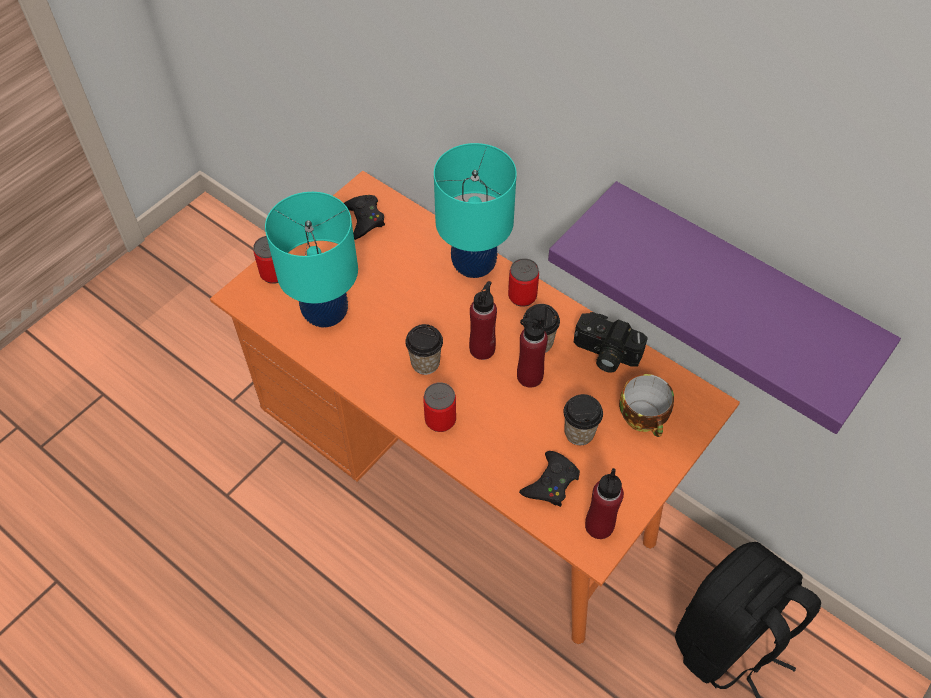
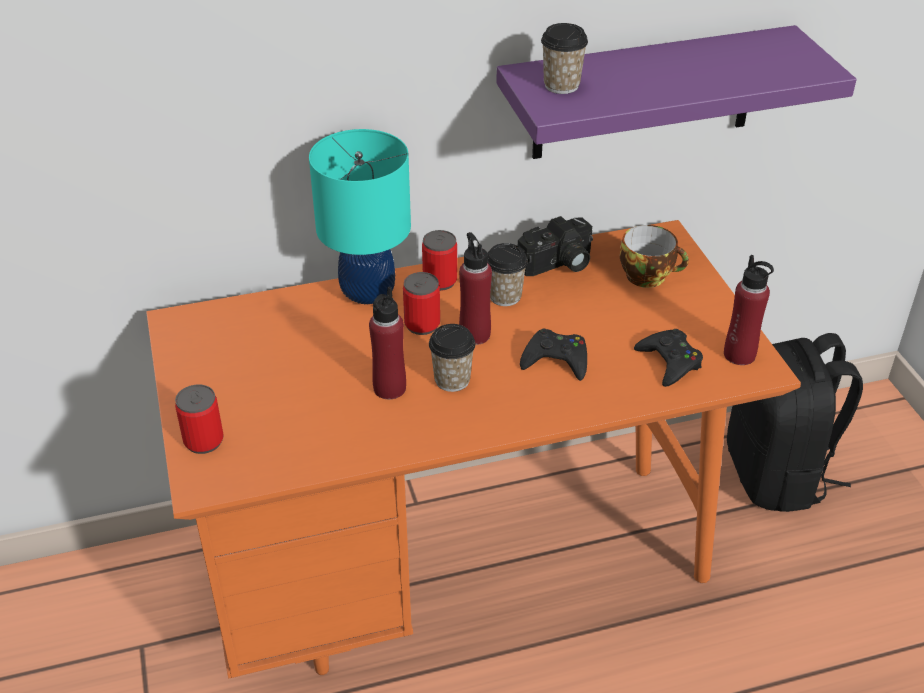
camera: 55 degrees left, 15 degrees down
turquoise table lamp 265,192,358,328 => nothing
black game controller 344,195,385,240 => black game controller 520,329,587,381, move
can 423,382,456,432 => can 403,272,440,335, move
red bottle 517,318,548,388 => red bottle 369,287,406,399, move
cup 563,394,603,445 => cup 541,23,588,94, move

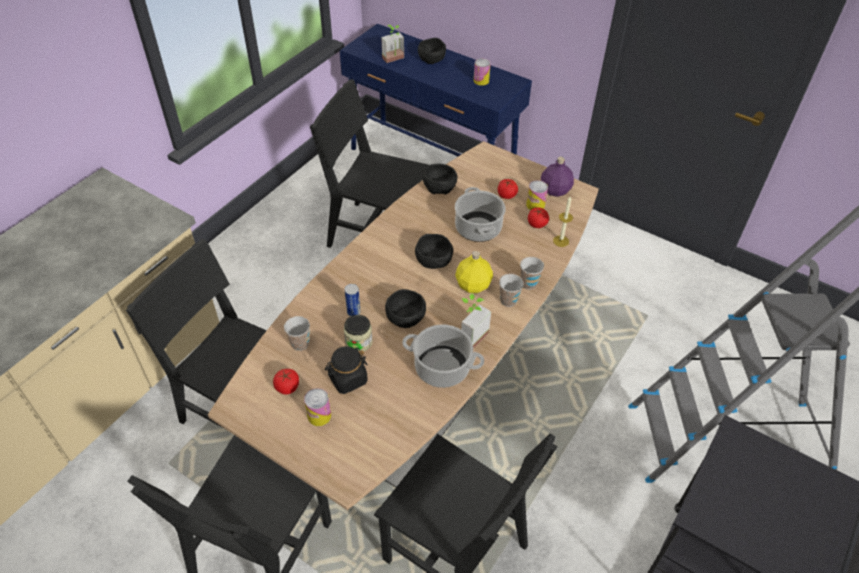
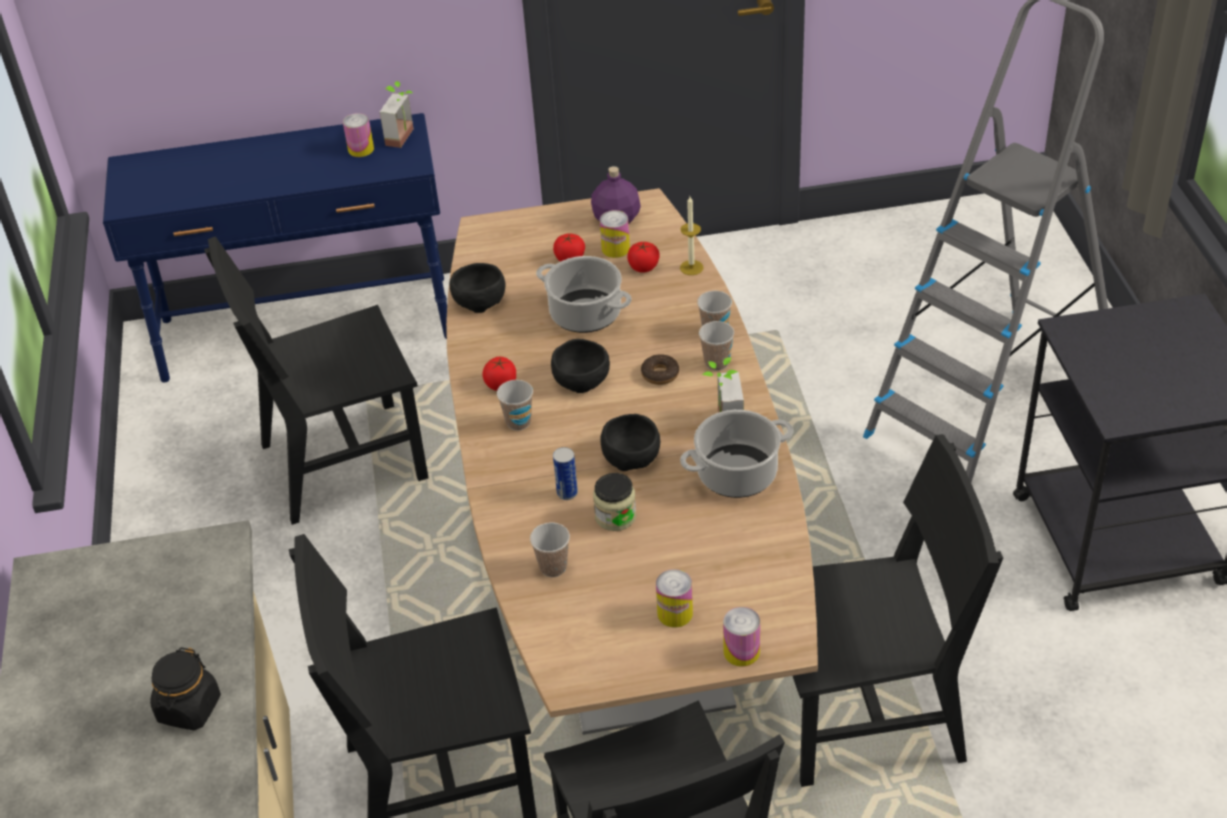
camera: 40 degrees left, 5 degrees down
black bowl 418,38,446,64 => nothing
nothing => cup 497,380,533,431
nothing => can 723,607,760,667
tomato 273,369,299,394 => tomato 482,356,516,391, move
black jar 325,346,368,394 => black jar 150,647,221,730, move
potted plant 381,25,404,63 => potted plant 380,81,414,148, move
yellow bottle 455,251,493,293 => donut 641,354,679,385

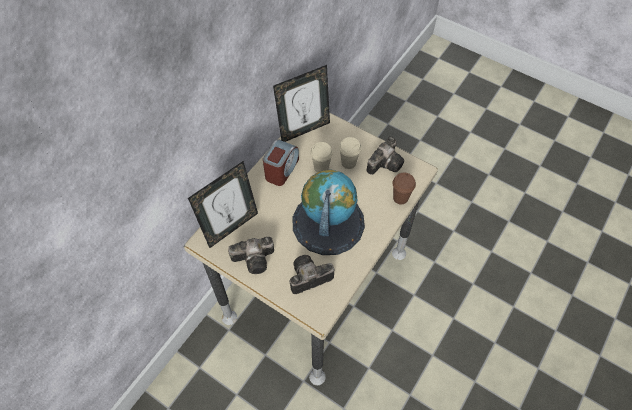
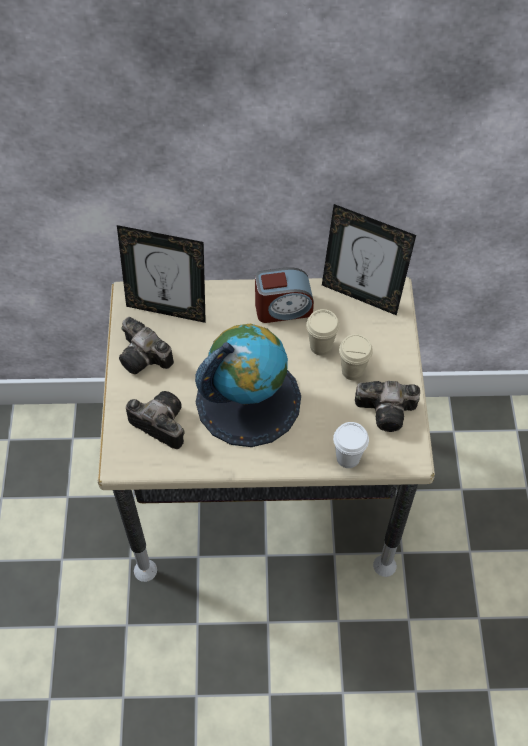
camera: 55 degrees right, 0 degrees up
brown cup 393,173,416,205 => white cup 333,422,369,468

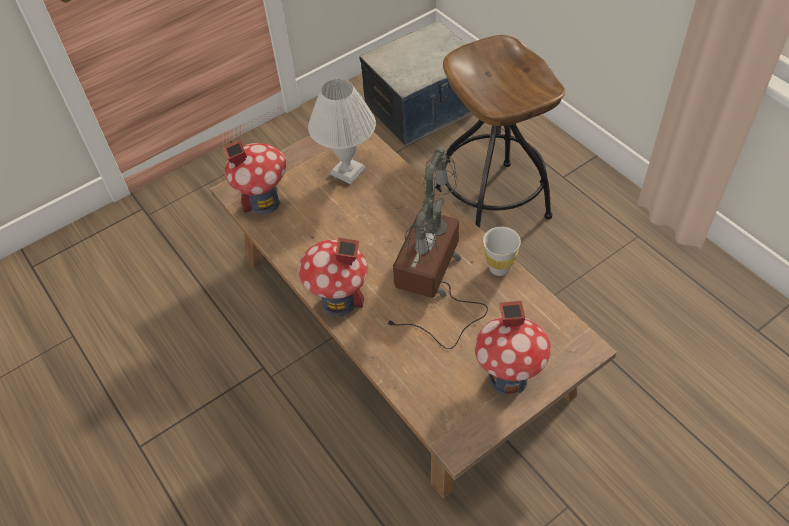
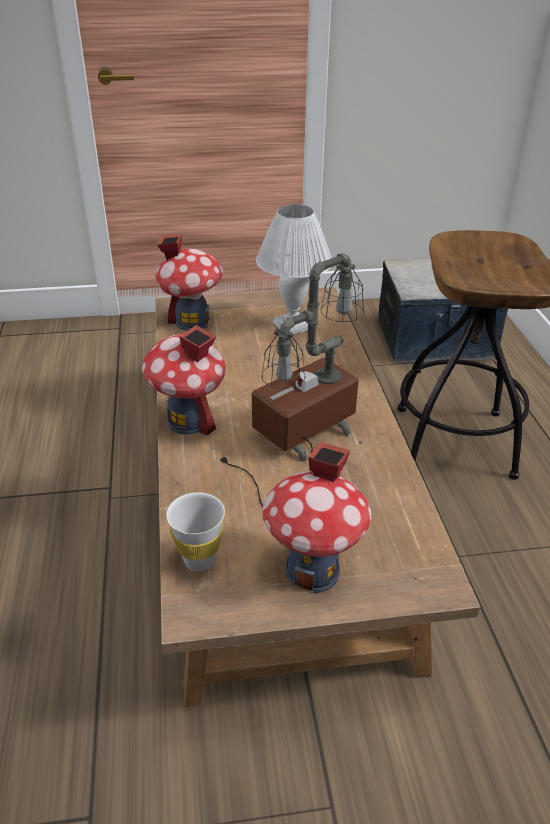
camera: 25 degrees right, 15 degrees down
white cup 483,227,521,276 => white cup 166,492,225,572, move

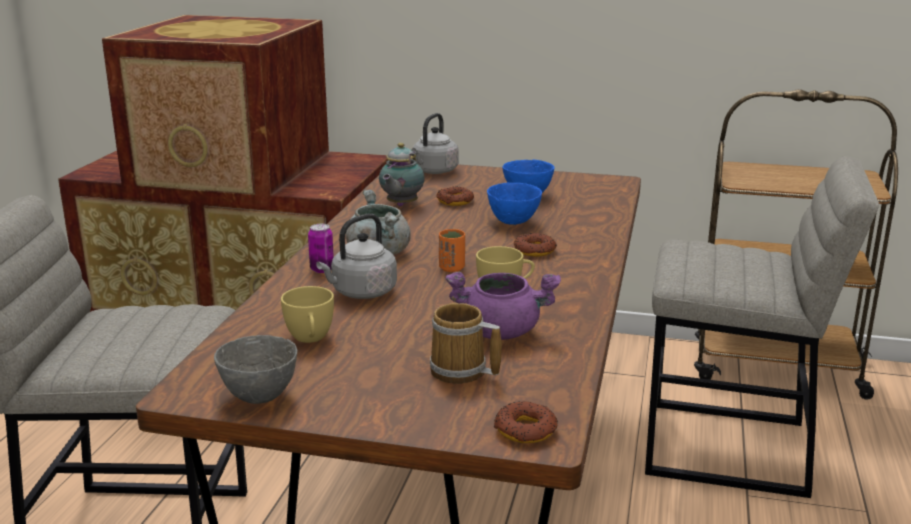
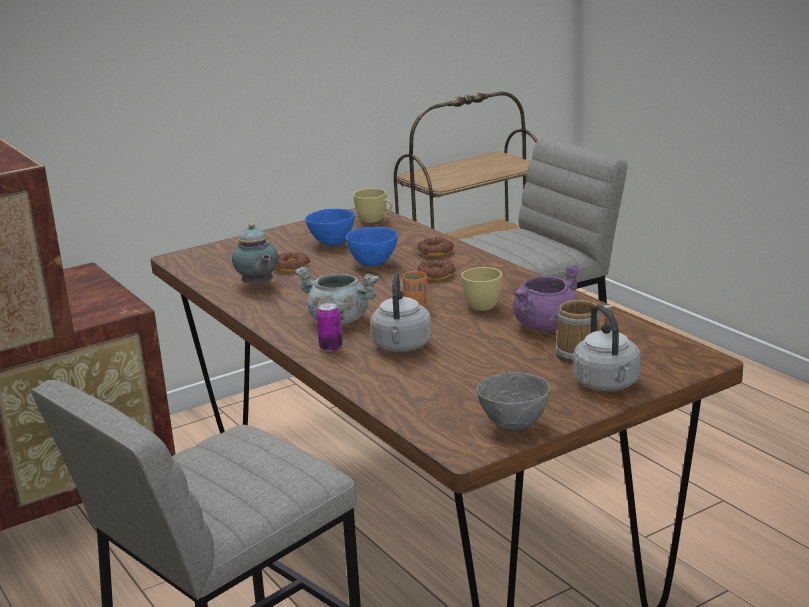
camera: 45 degrees left, 0 degrees up
yellow cup 281,286,334,343 => yellow cup 353,188,392,223, move
grey kettle 412,113,459,174 => grey kettle 573,304,641,392, move
donut 494,401,558,443 => donut 417,237,454,256, move

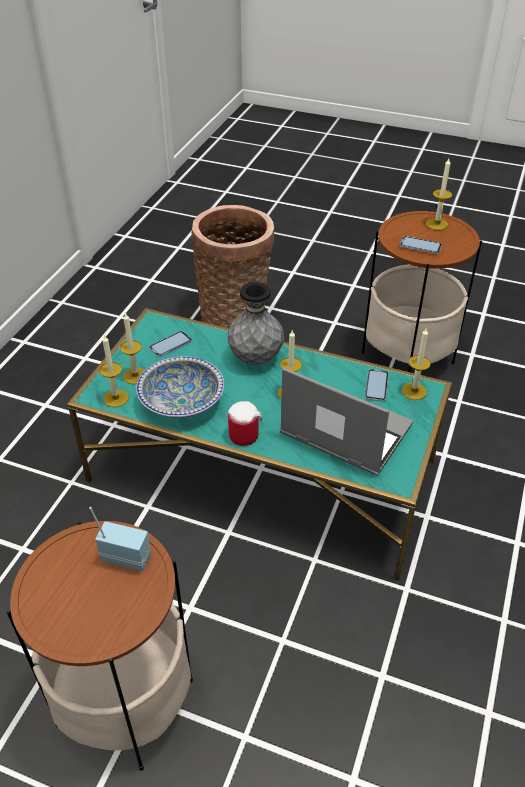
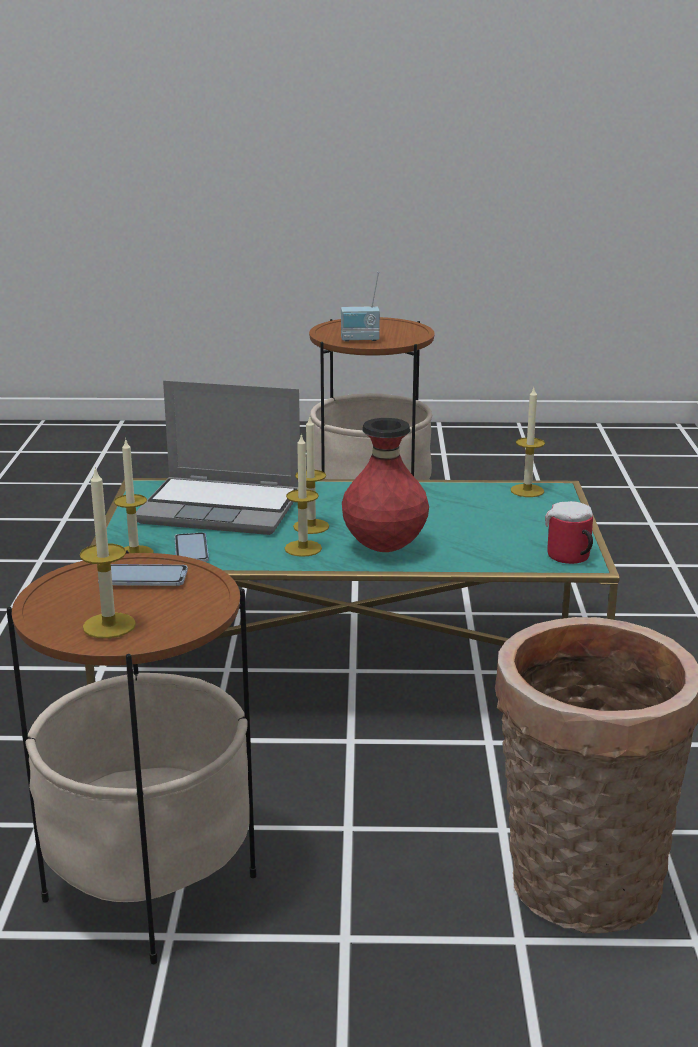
camera: 160 degrees right, 20 degrees down
bowl 136,356,224,418 => nothing
phone 149,331,192,357 => nothing
candle 120,312,145,384 => candle 285,433,322,557, move
mug 228,401,262,446 => mug 545,501,593,564, move
grey vase 228,282,284,365 => red vase 342,418,429,552

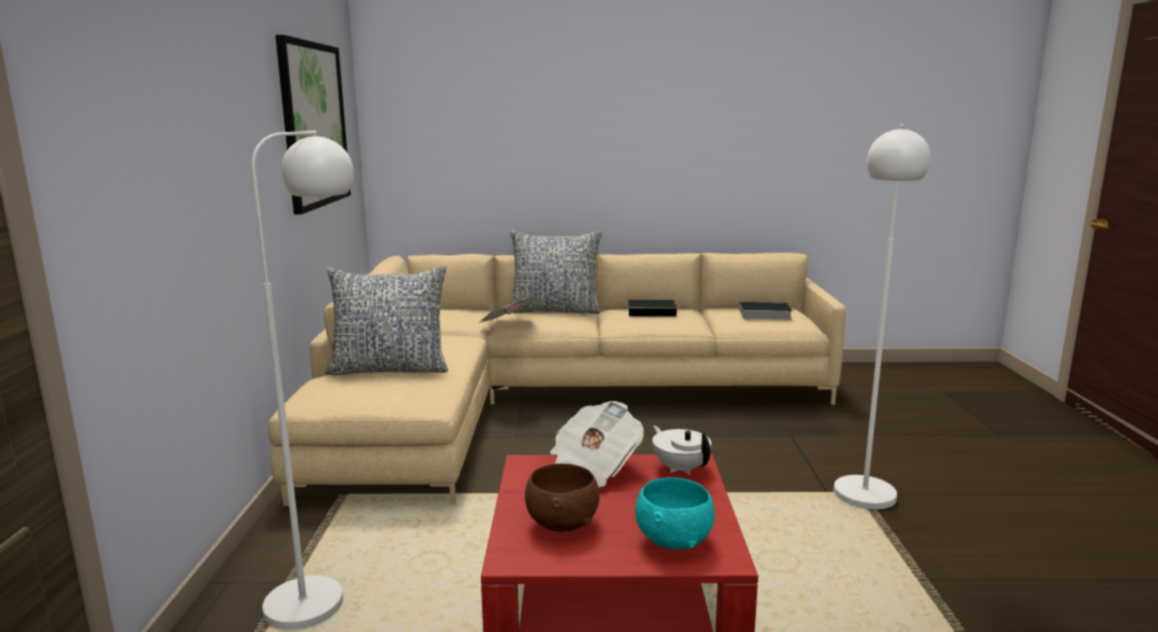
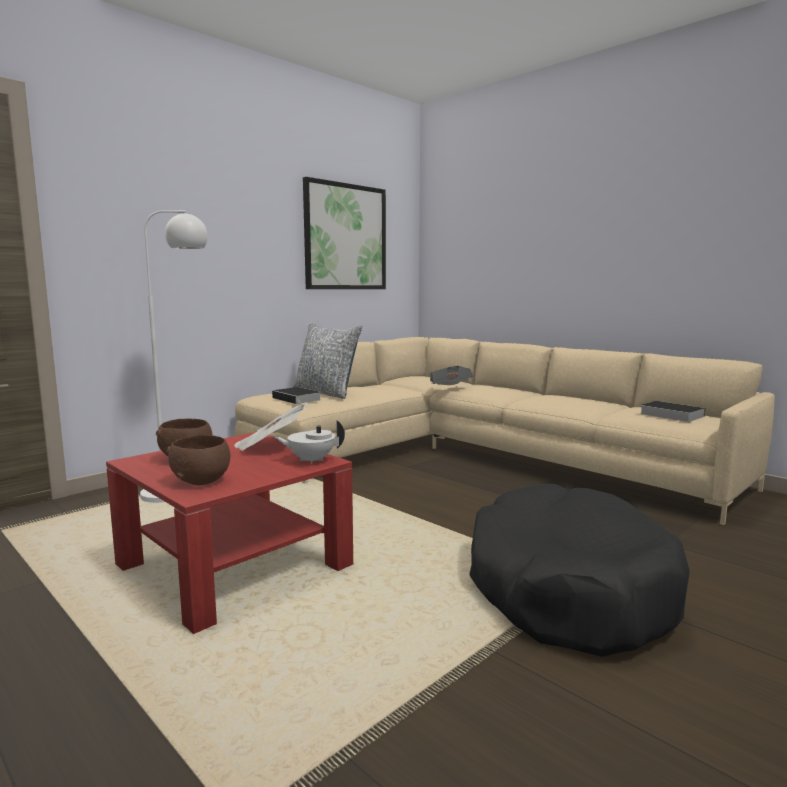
camera: 45 degrees right, 5 degrees down
pillow 510,230,602,314 => nothing
book 628,299,685,317 => book 272,387,321,404, move
white floor lamp 834,124,930,510 => black dog bed 469,484,690,657
turquoise bowl 635,477,715,550 => brown bowl 166,435,230,485
white teapot 652,425,711,475 => white teapot 275,420,345,464, 105 degrees counterclockwise

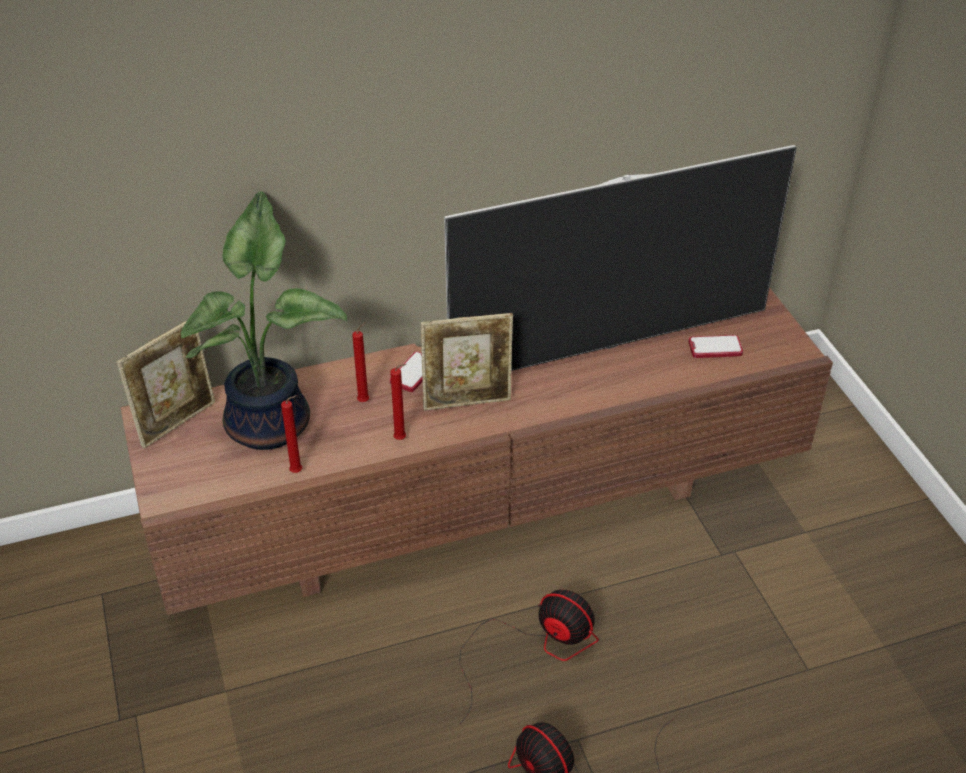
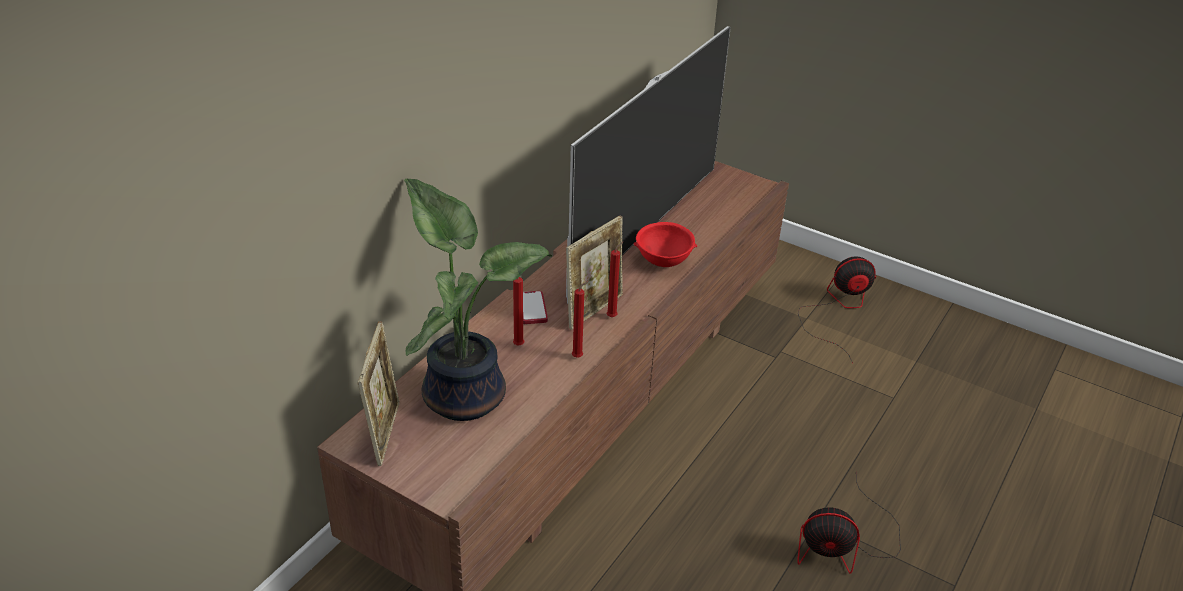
camera: 40 degrees left, 5 degrees down
phone 689,335,743,358 => nothing
nothing => red bowl 633,222,697,267
red candle 281,395,302,473 => red candle 607,242,623,317, move
fan 459,589,599,725 => fan 798,256,876,363, move

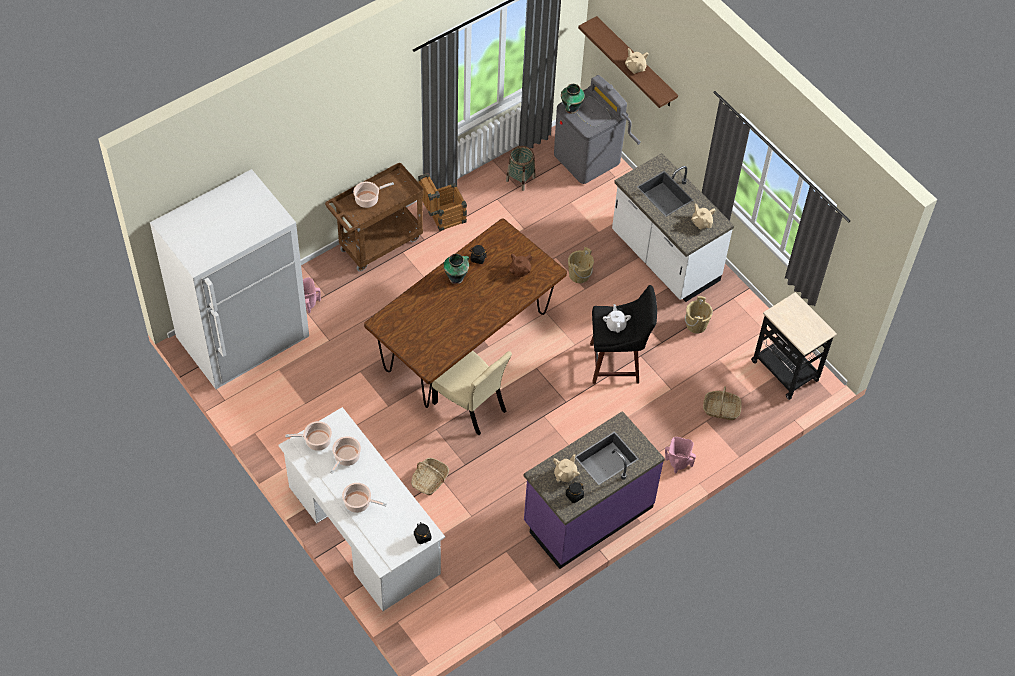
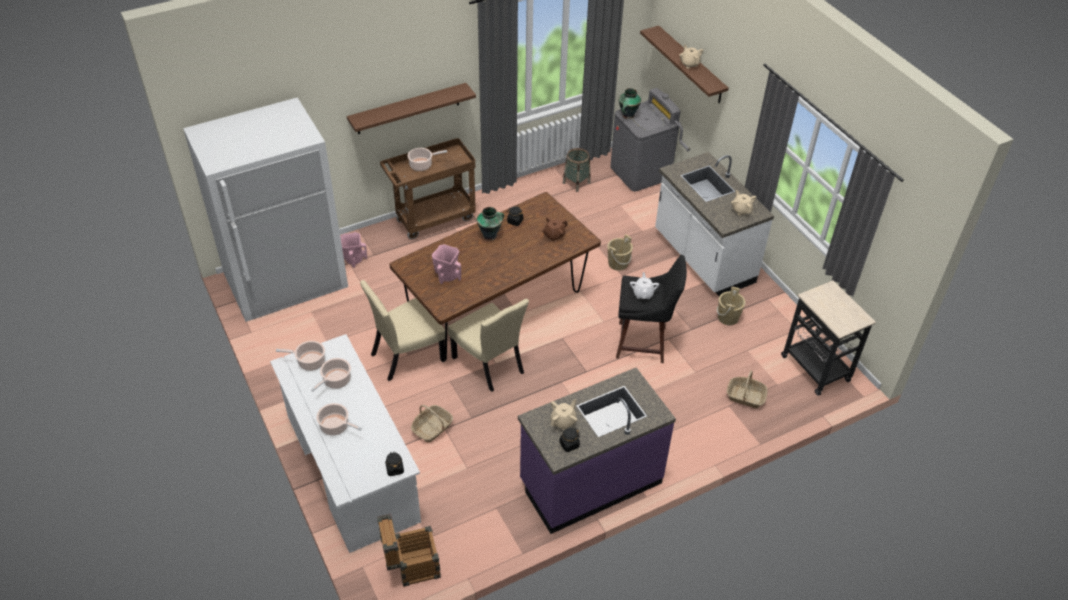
camera: 10 degrees right, 10 degrees down
nothing => brown shelf 347,83,476,134
nothing => beige chair 360,280,445,381
crate 418,173,467,231 => crate 377,514,441,587, move
pink vase 665,437,696,473 => pink vase 432,244,461,284, move

